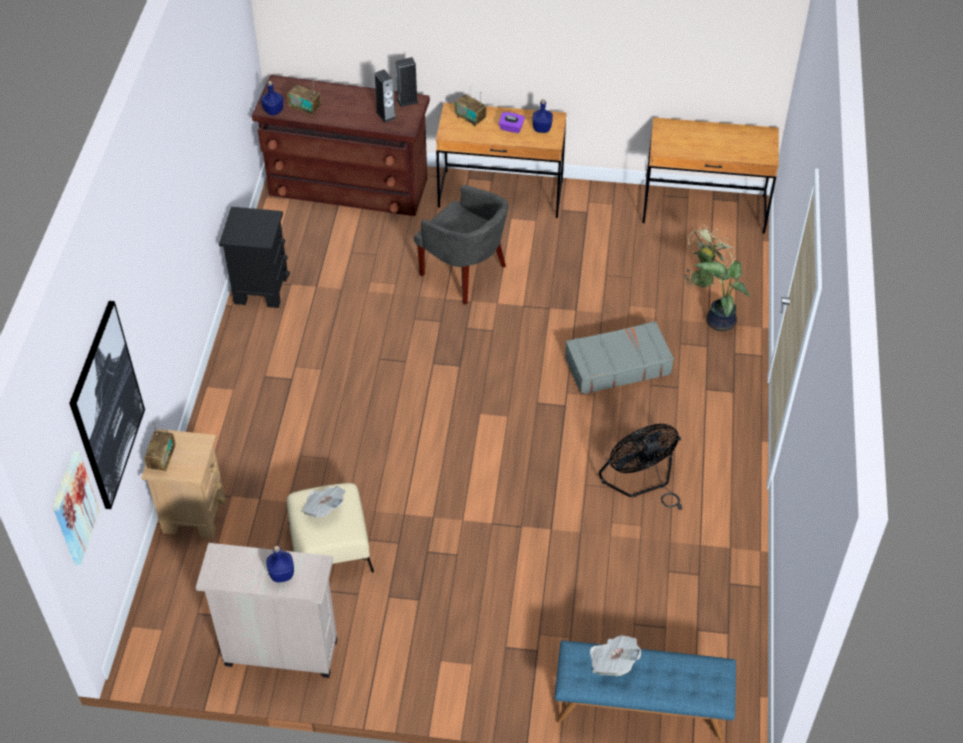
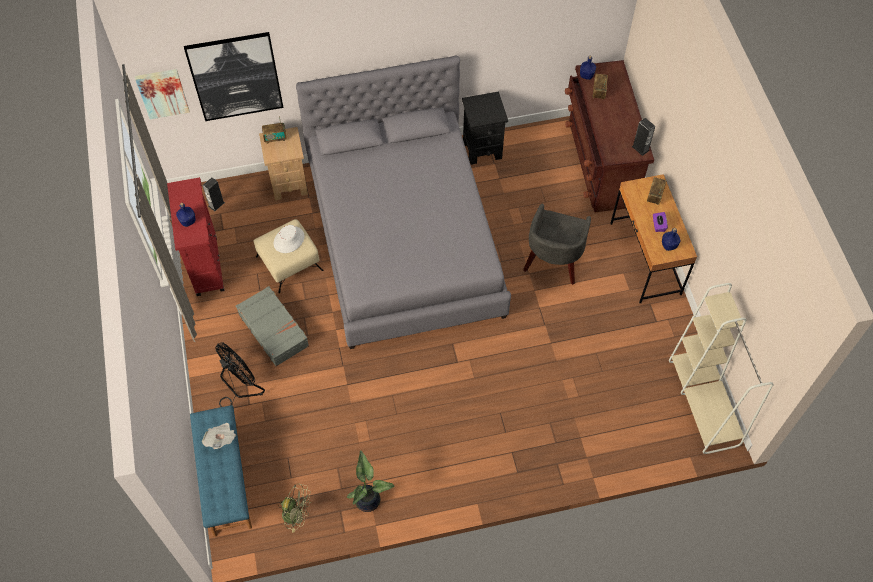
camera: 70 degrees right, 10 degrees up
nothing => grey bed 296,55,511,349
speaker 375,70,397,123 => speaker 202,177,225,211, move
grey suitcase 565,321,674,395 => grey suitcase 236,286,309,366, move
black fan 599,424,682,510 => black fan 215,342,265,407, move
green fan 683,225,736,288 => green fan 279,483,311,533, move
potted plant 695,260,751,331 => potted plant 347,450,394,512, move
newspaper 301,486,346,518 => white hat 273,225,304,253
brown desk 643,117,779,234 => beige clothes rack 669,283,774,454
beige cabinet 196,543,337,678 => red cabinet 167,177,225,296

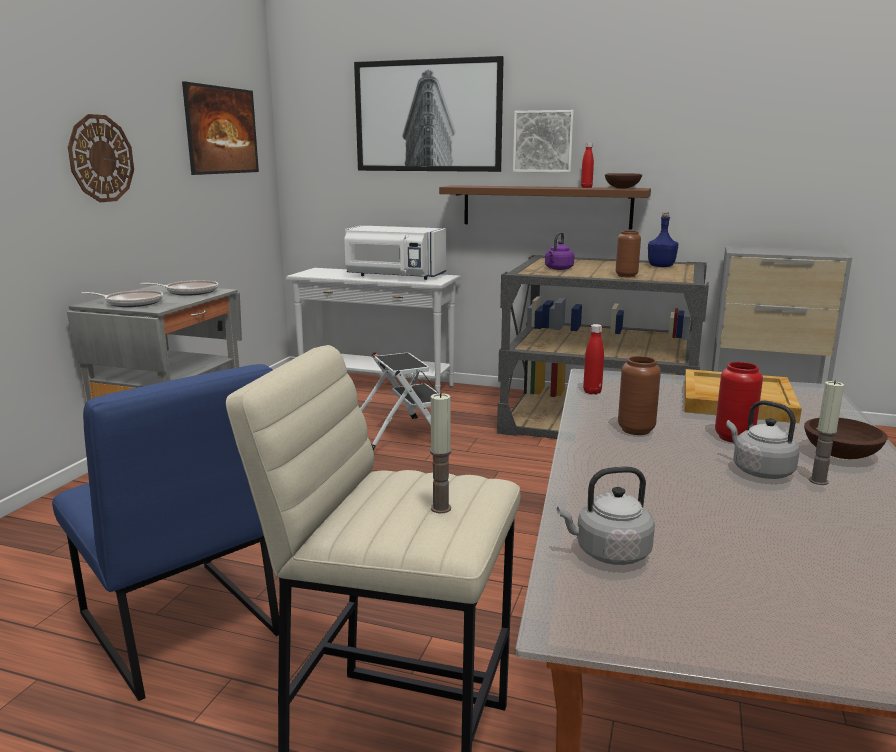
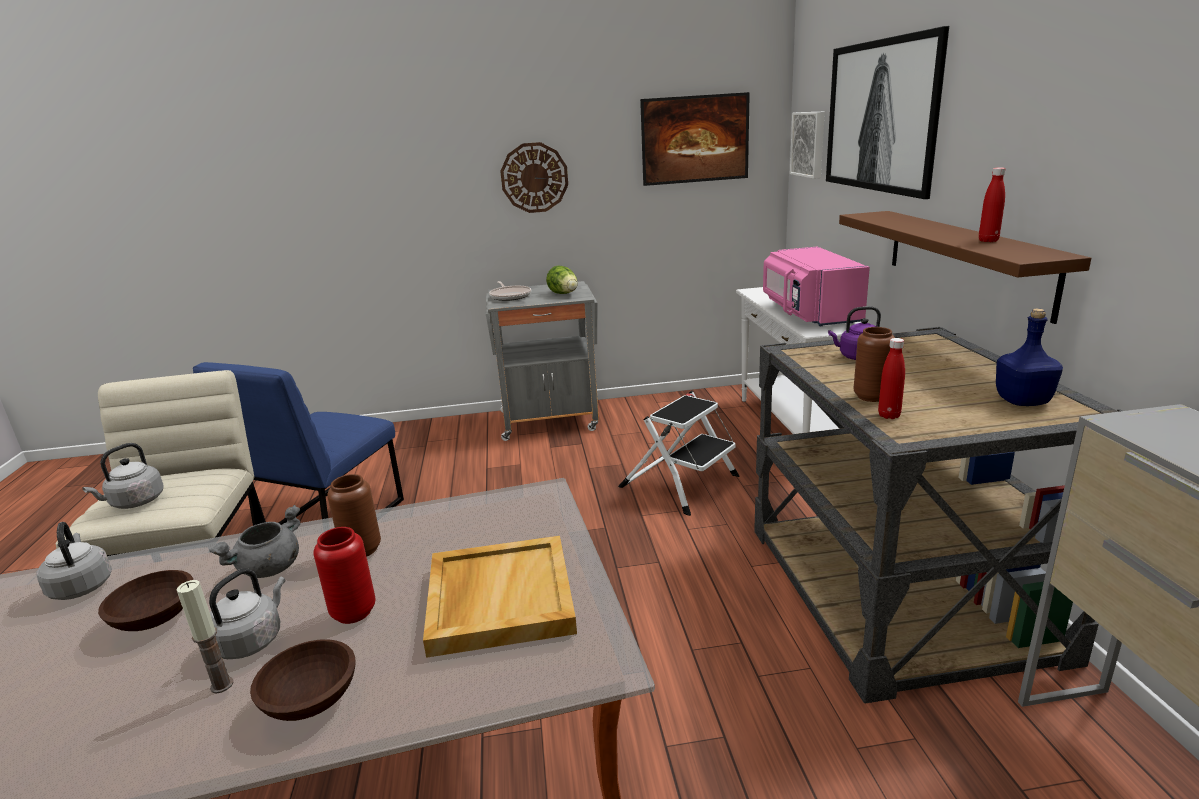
camera: 65 degrees right, 5 degrees up
nothing => grey cooking pot 209,505,301,578
picture 513,110,574,172 => picture 790,112,825,179, move
red bottle 583,324,604,394 => red bottle 878,338,905,419, move
brown bowl 605,173,642,188 => brown bowl 98,570,193,631, move
frying pan 141,280,218,296 => lettuce 546,265,578,294
candle 430,392,452,513 => grey kettle 82,443,164,509
white microwave 344,226,446,280 => pink microwave 763,247,870,326

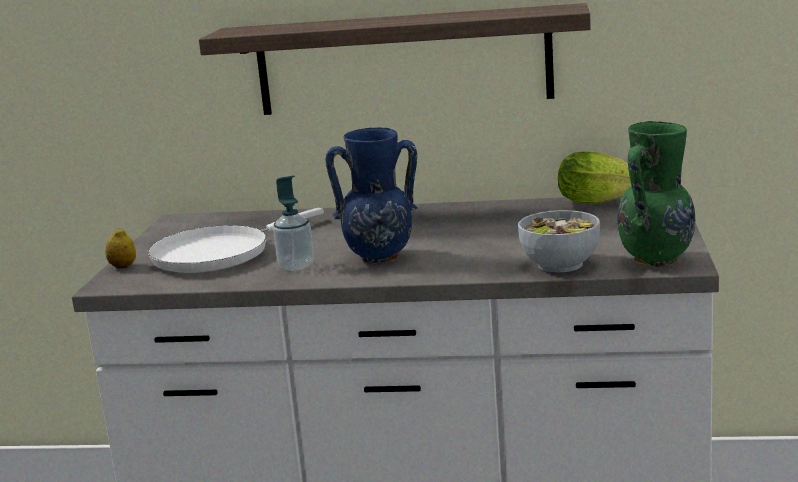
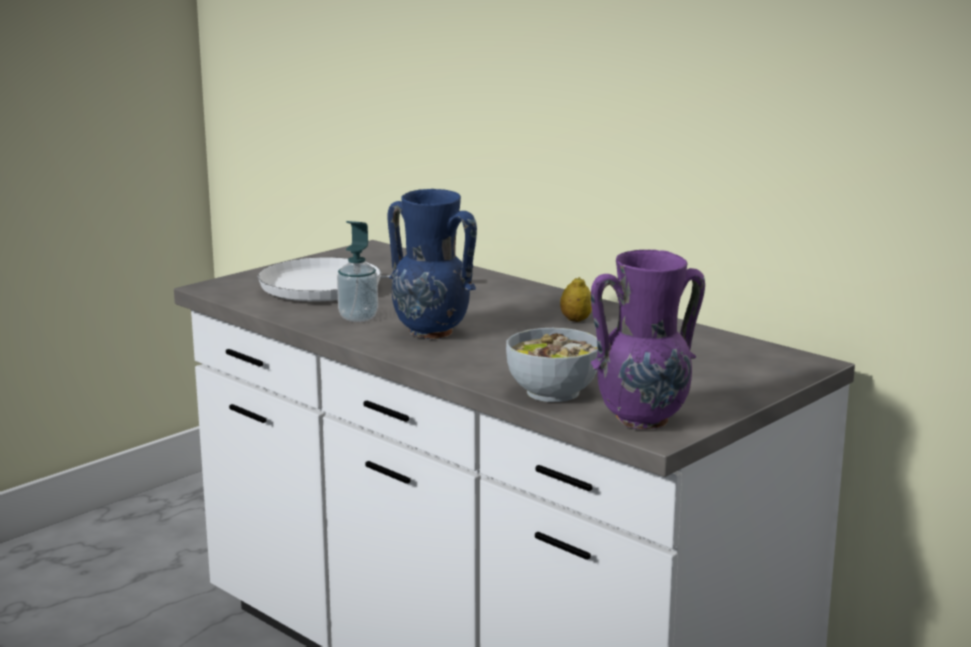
camera: 35 degrees right, 0 degrees up
shelf 199,3,591,115 => nothing
lettuce 558,151,631,204 => nothing
lemon 105,228,136,268 => lemon 560,277,592,322, move
green vase 617,121,695,267 => purple vase 591,250,705,429

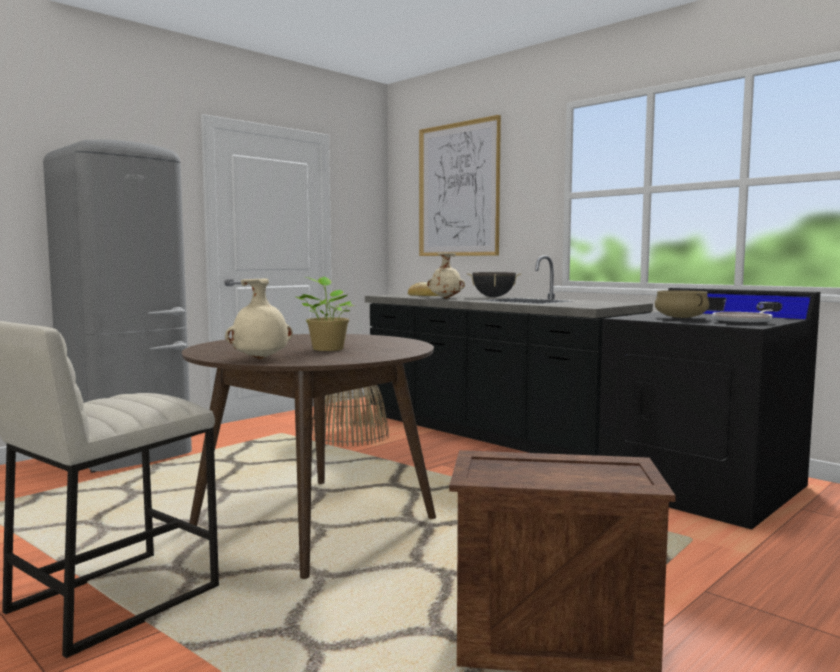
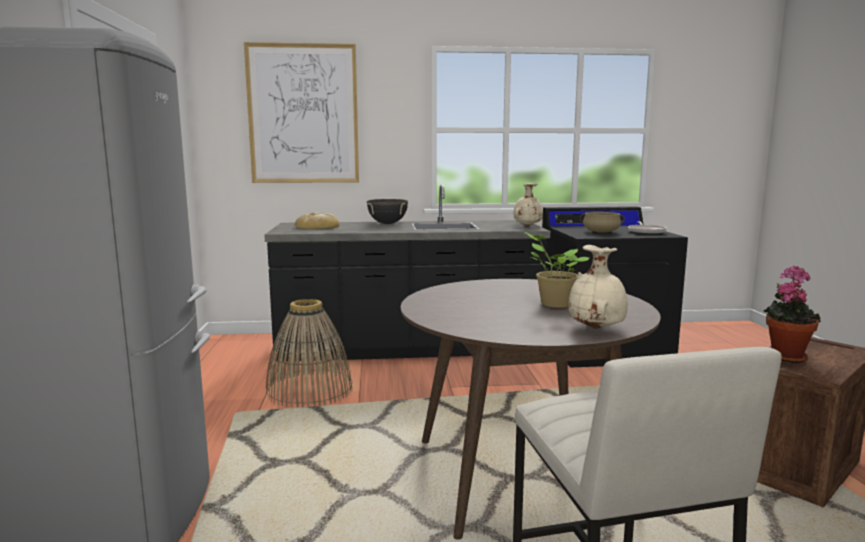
camera: 50 degrees left, 5 degrees up
nothing => potted plant 763,266,821,363
beige vase 427,253,465,298 => beige vase 514,183,543,226, move

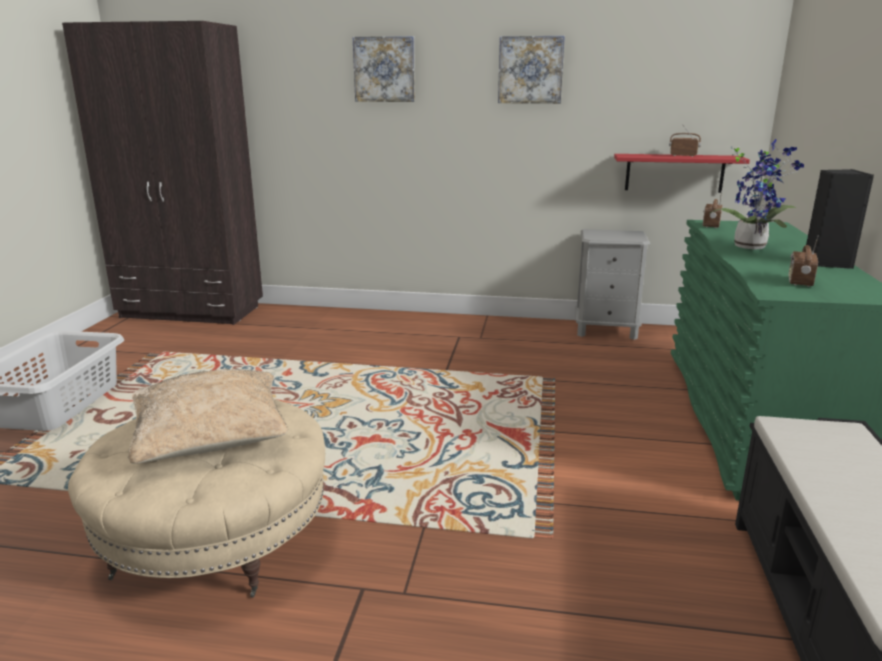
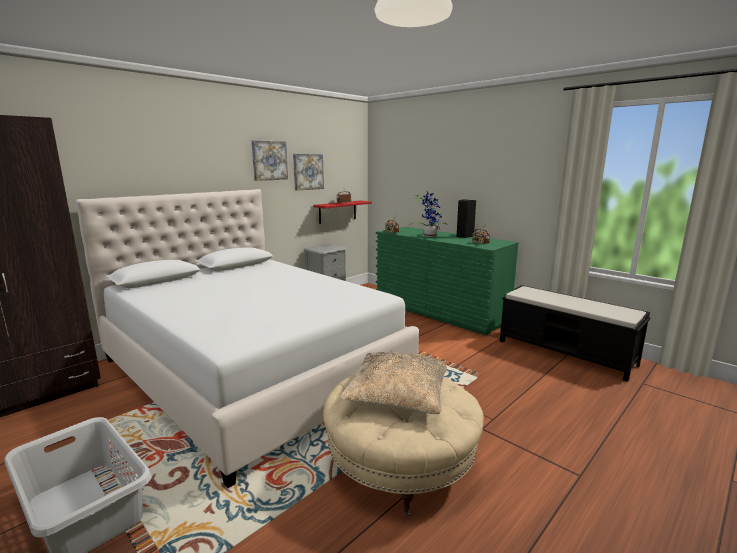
camera: 55 degrees left, 5 degrees down
nothing => white bed 76,189,419,488
picture 353,36,415,102 => picture 293,154,324,191, move

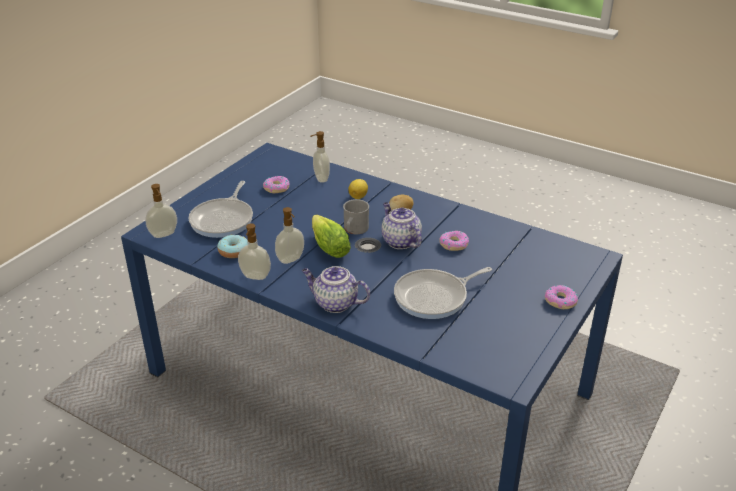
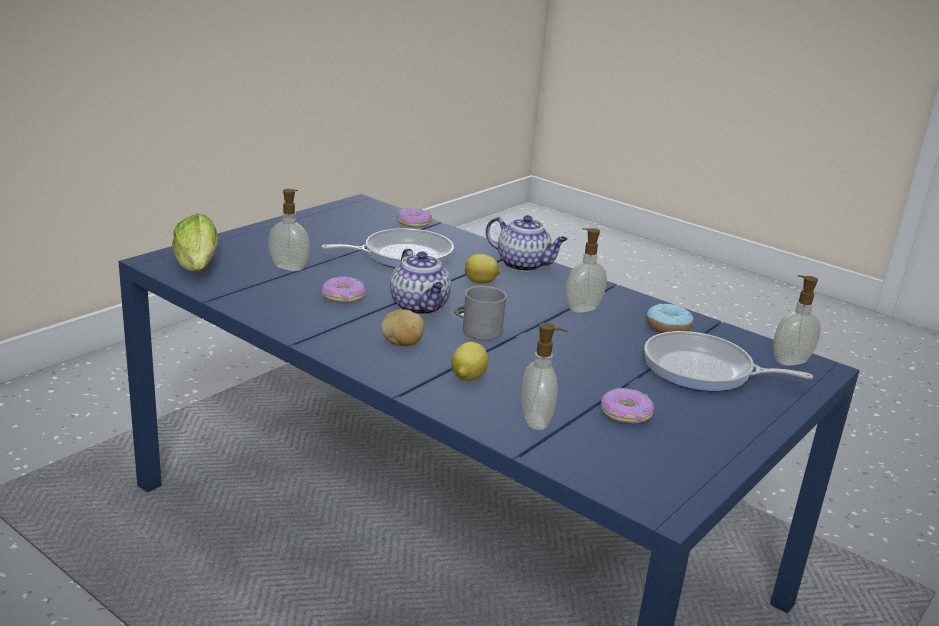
camera: 175 degrees left, 10 degrees down
nothing => lemon 465,254,501,284
soap dispenser 238,223,271,280 => soap dispenser 268,189,310,271, move
lettuce 312,215,351,258 => lettuce 172,213,218,271, move
donut 545,285,578,309 => donut 397,208,433,228, move
frying pan 189,181,253,238 => frying pan 644,331,813,391, 90 degrees counterclockwise

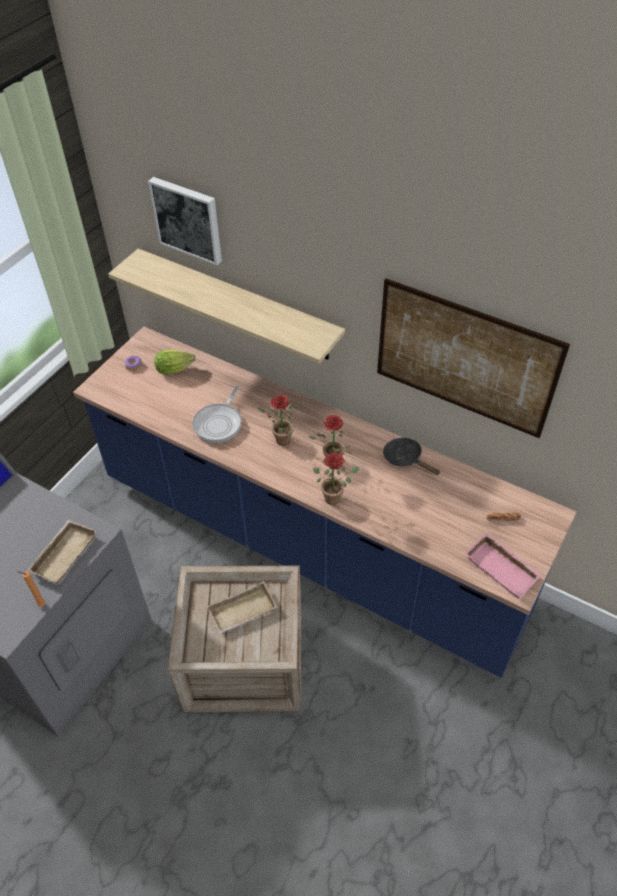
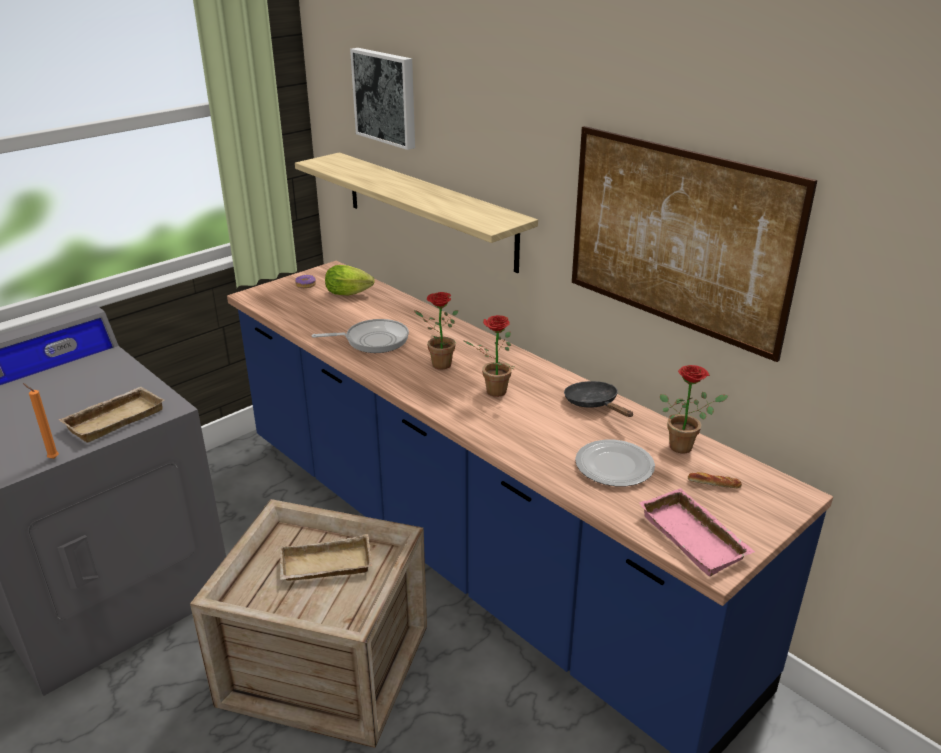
camera: 15 degrees right, 20 degrees down
nothing => plate 575,440,655,486
potted plant 313,453,359,505 => potted plant 660,365,728,453, move
frying pan 192,386,242,443 => frying pan 312,319,409,353, 135 degrees counterclockwise

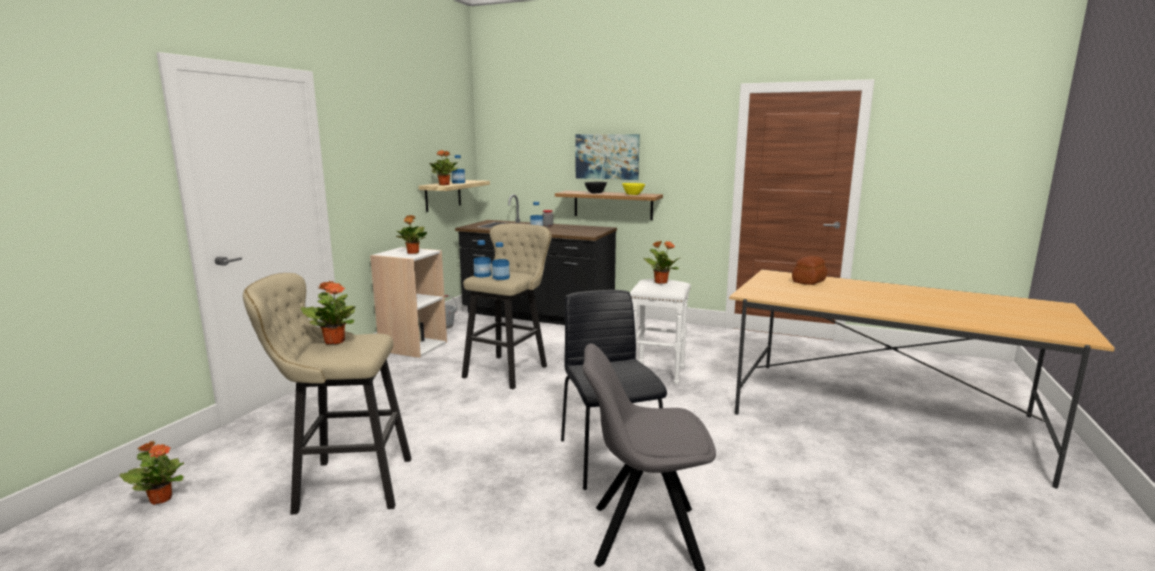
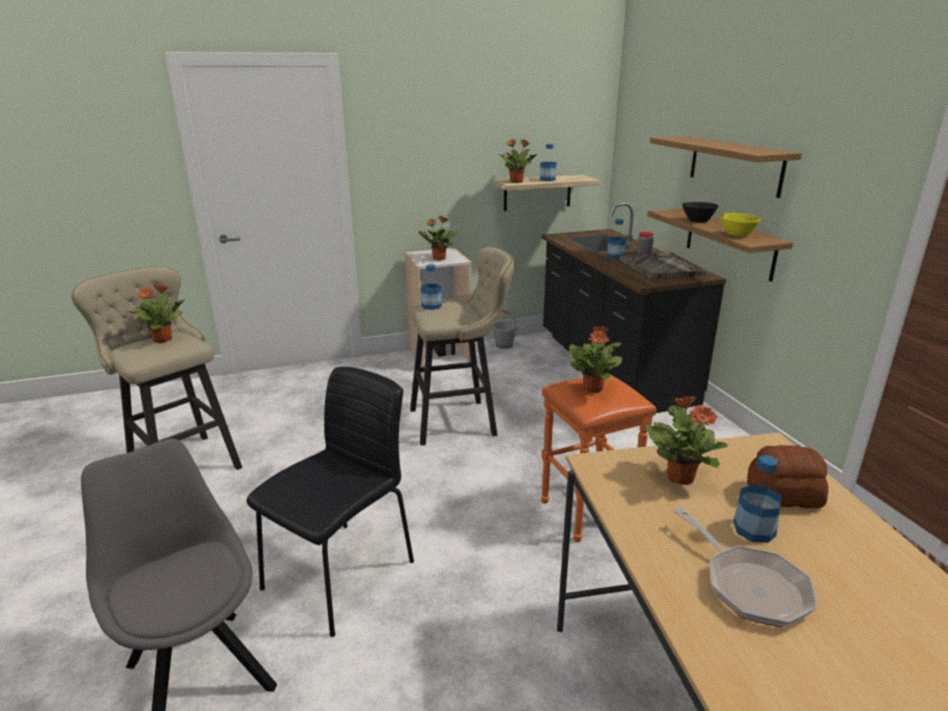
camera: 50 degrees right, 10 degrees up
nothing => grey tray 620,252,707,279
nothing => frying pan 674,508,818,627
potted plant 119,441,184,505 => potted plant 646,396,728,485, move
bottle 492,242,510,280 => bottle 733,455,782,543, move
picture 576,134,640,180 => shelf 650,136,802,198
white stool 630,279,691,385 => orange stool 541,375,656,542

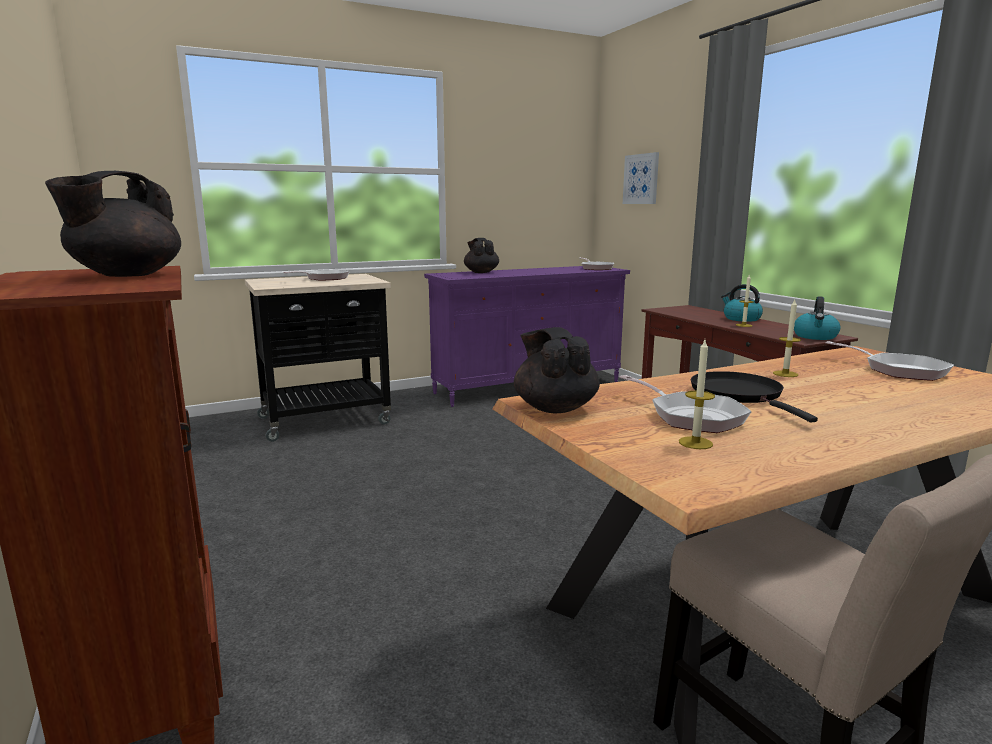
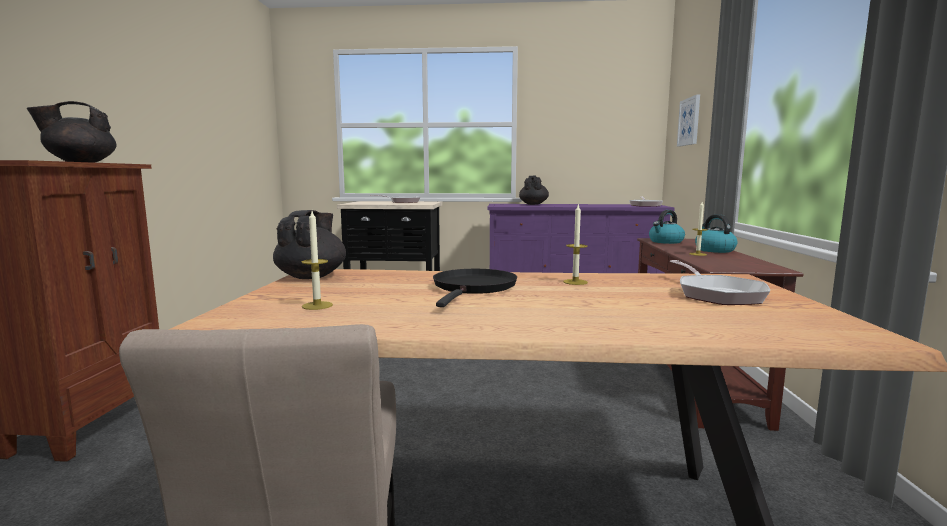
camera: 30 degrees right, 5 degrees down
frying pan 619,375,751,433 => nothing
kettle 794,296,841,340 => kettle 649,210,685,244, move

